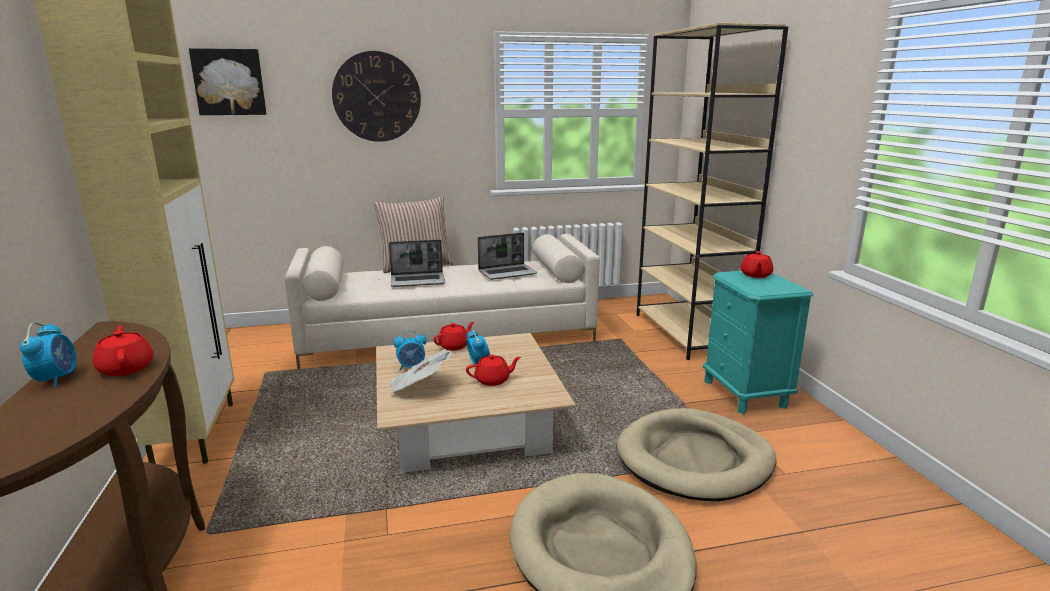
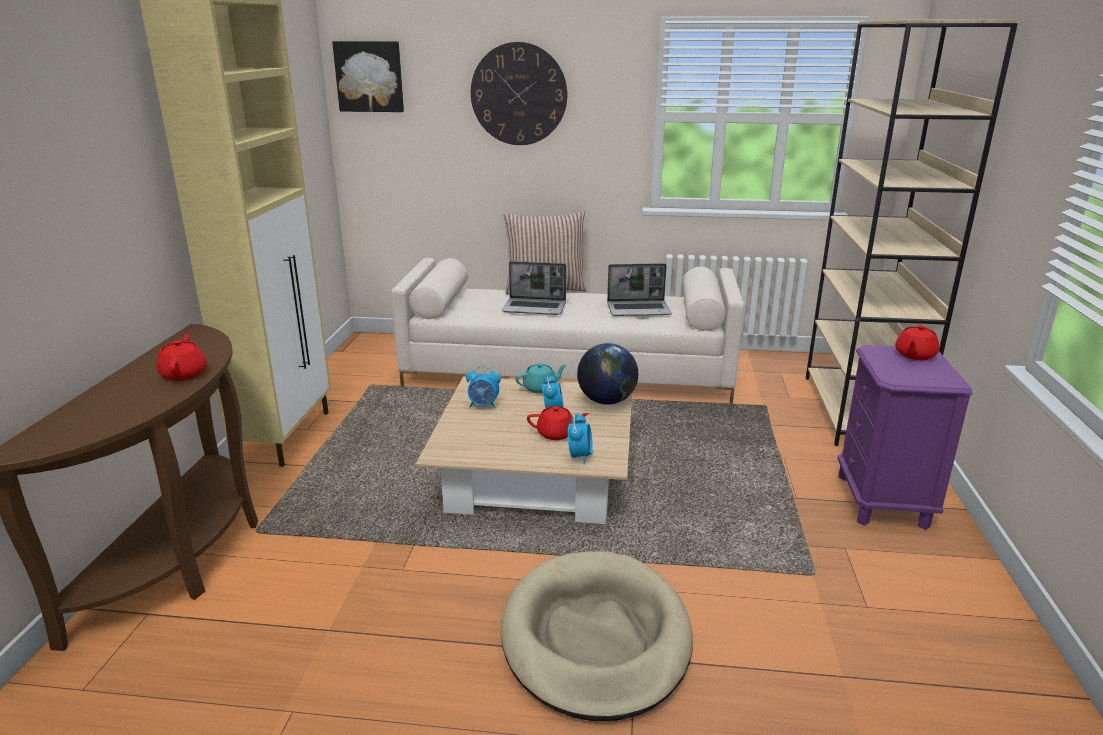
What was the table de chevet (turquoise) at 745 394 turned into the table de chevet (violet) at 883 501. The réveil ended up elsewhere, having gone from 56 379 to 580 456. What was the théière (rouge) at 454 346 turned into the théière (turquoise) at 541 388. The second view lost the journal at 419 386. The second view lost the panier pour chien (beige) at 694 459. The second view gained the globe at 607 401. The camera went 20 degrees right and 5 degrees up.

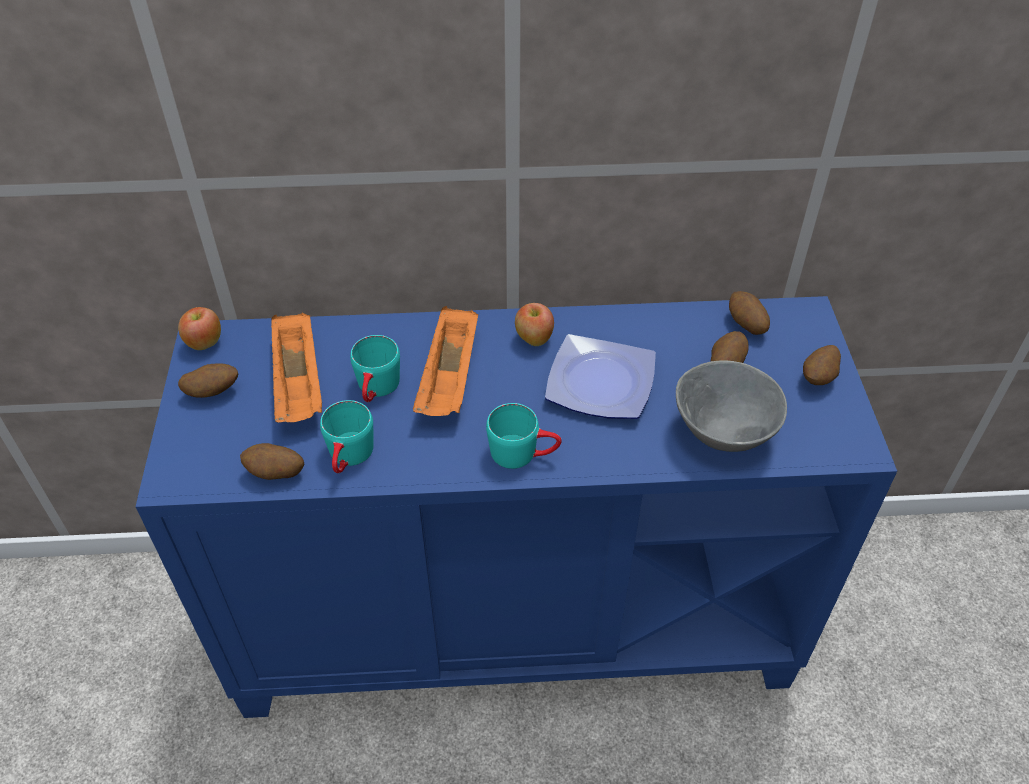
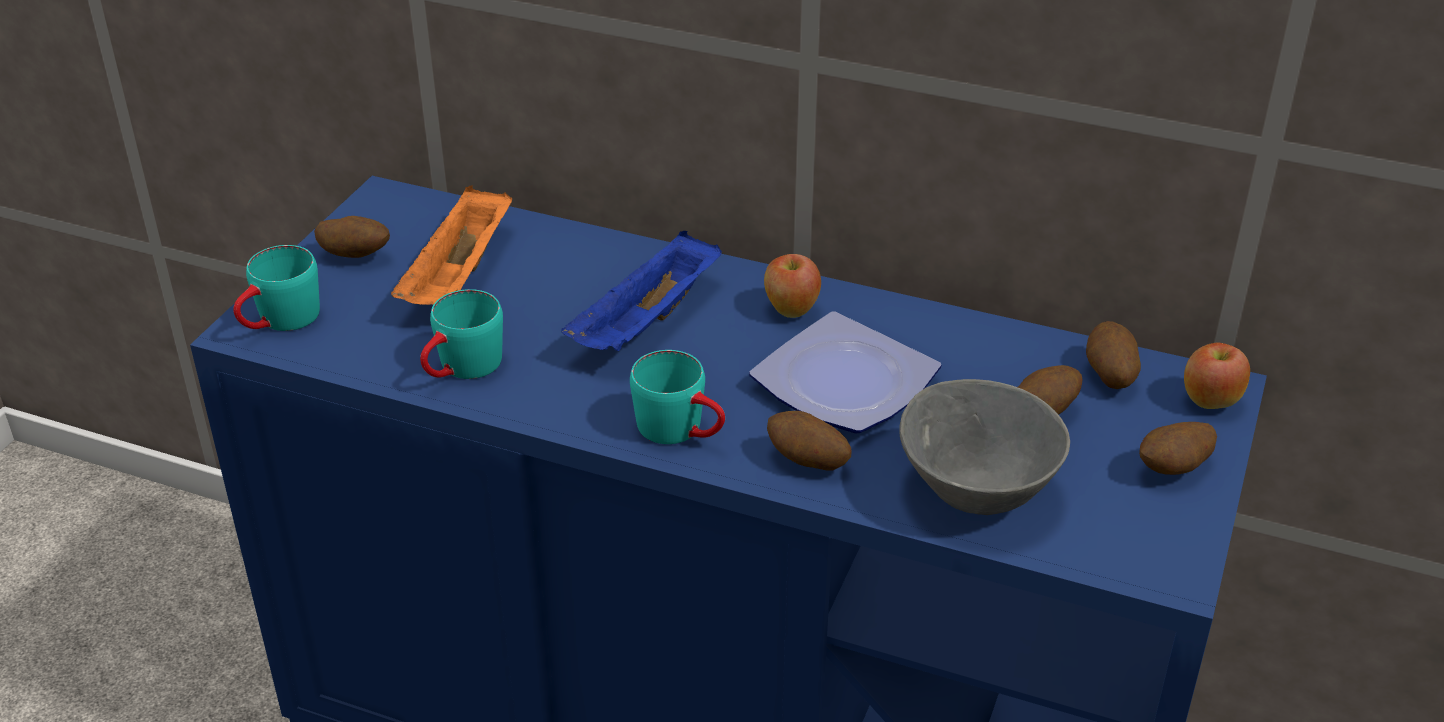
What was the plateau (orange) at 449 379 turned into the plateau (bleu) at 647 323. The pomme ended up elsewhere, having gone from 204 343 to 1210 400. The mug (turquoise) ended up elsewhere, having gone from 377 390 to 279 322. The pomme de terre ended up elsewhere, having gone from 275 473 to 807 462. The camera went 25 degrees right and 10 degrees down.

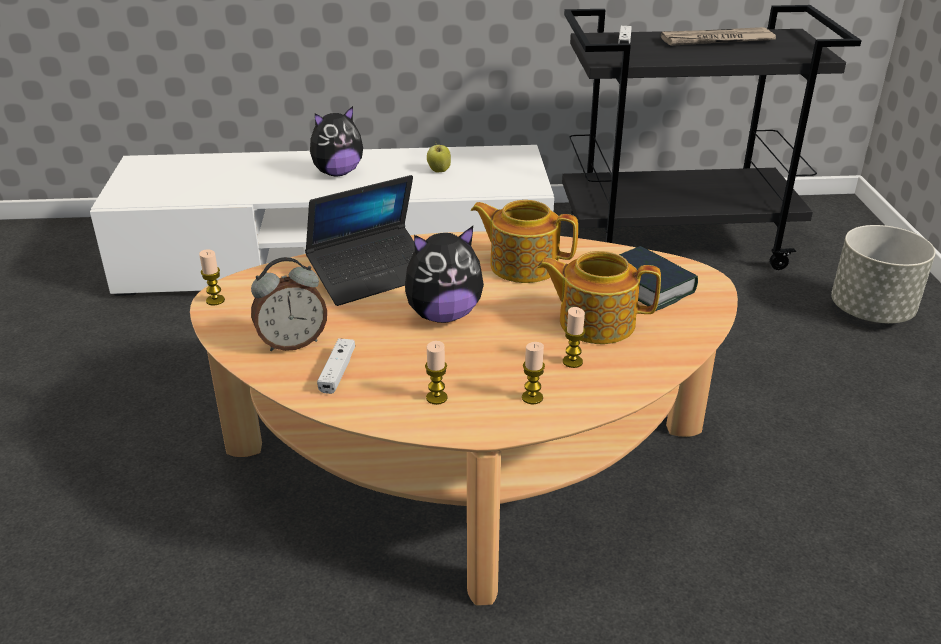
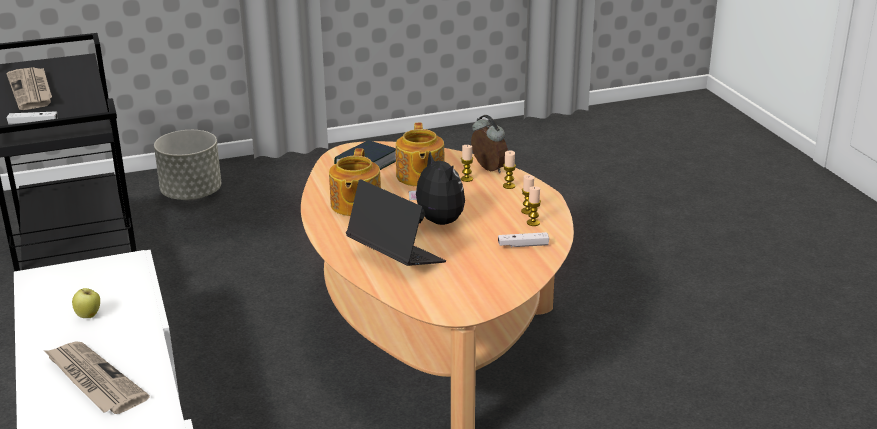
Where the peluche stood at 337 173, the journal came to stand at 93 380. The bougie ended up elsewhere, having gone from 215 300 to 533 223. The réveil ended up elsewhere, having gone from 292 343 to 488 169. The camera went 105 degrees left and 5 degrees down.

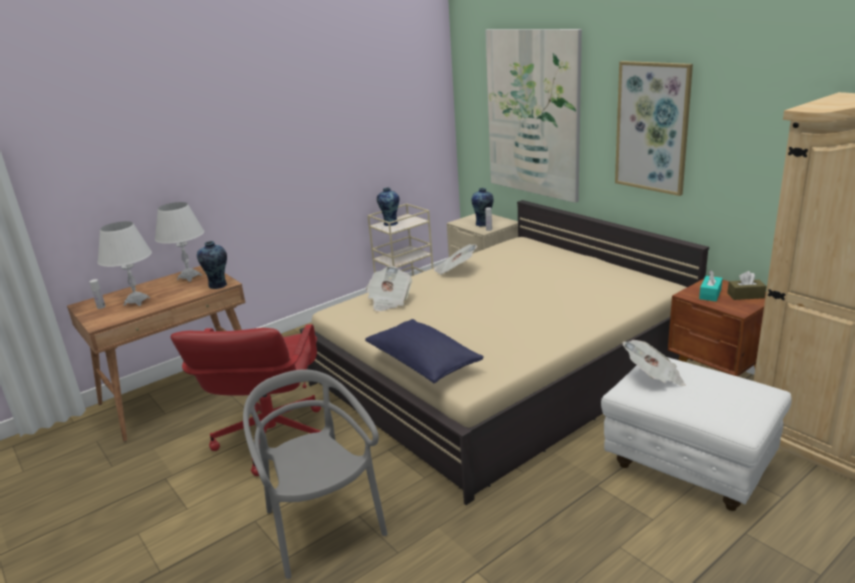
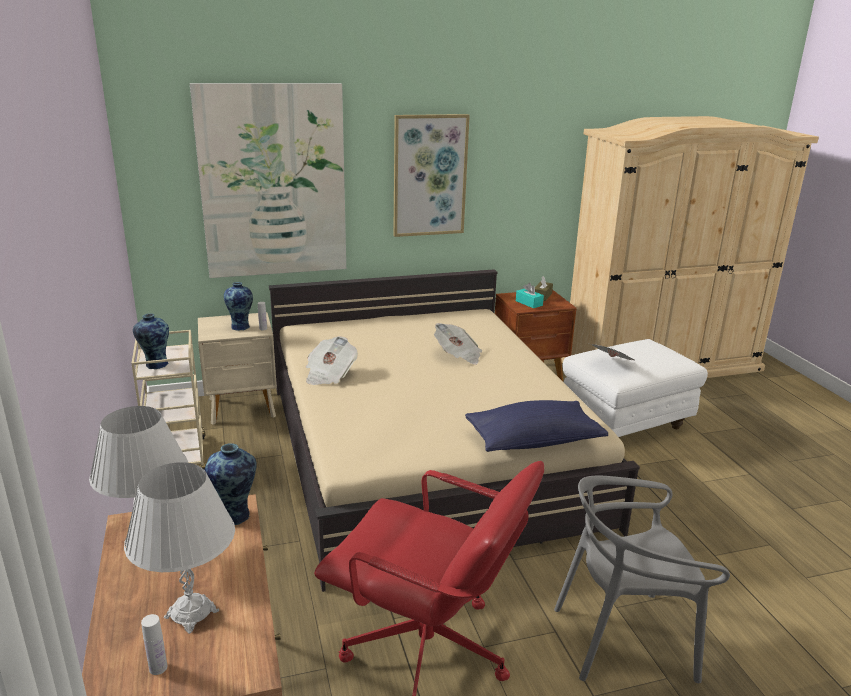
The journal ended up elsewhere, having gone from 389 301 to 458 356. The camera went 70 degrees left and 0 degrees up.

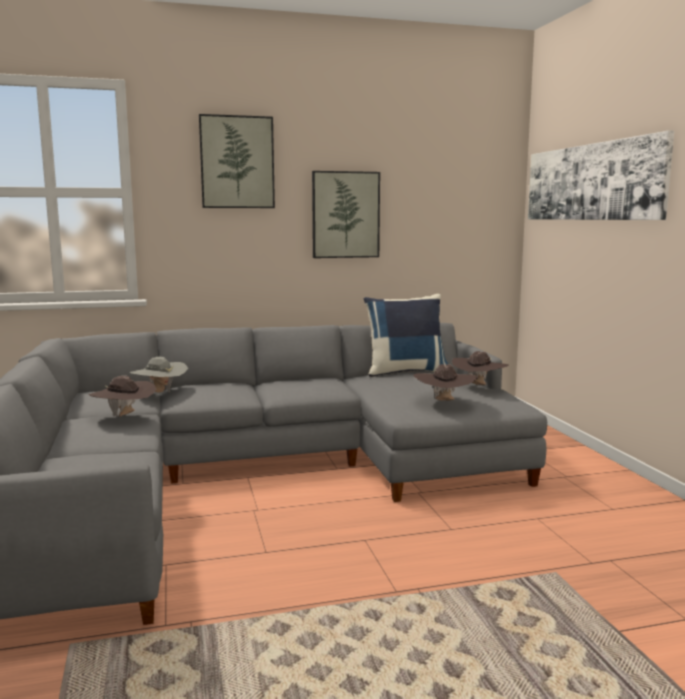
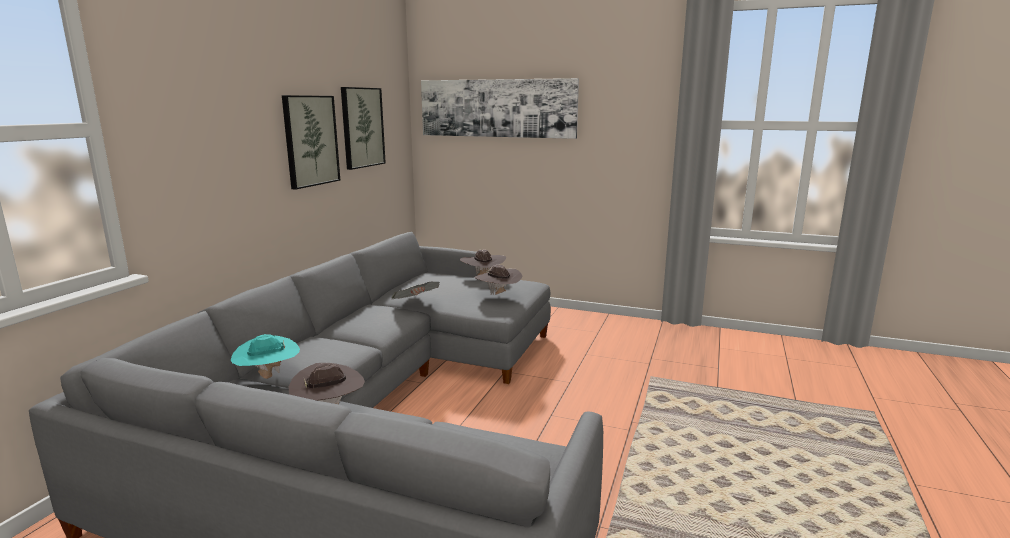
The tableau ended up elsewhere, having gone from 237 162 to 362 127. The second view lost the coussin (bleu) at 406 371. What was the chapeau (gris) at 160 392 turned into the chapeau (turquoise) at 268 377. The second view gained the journal at 415 303. The camera went 55 degrees left and 5 degrees up.

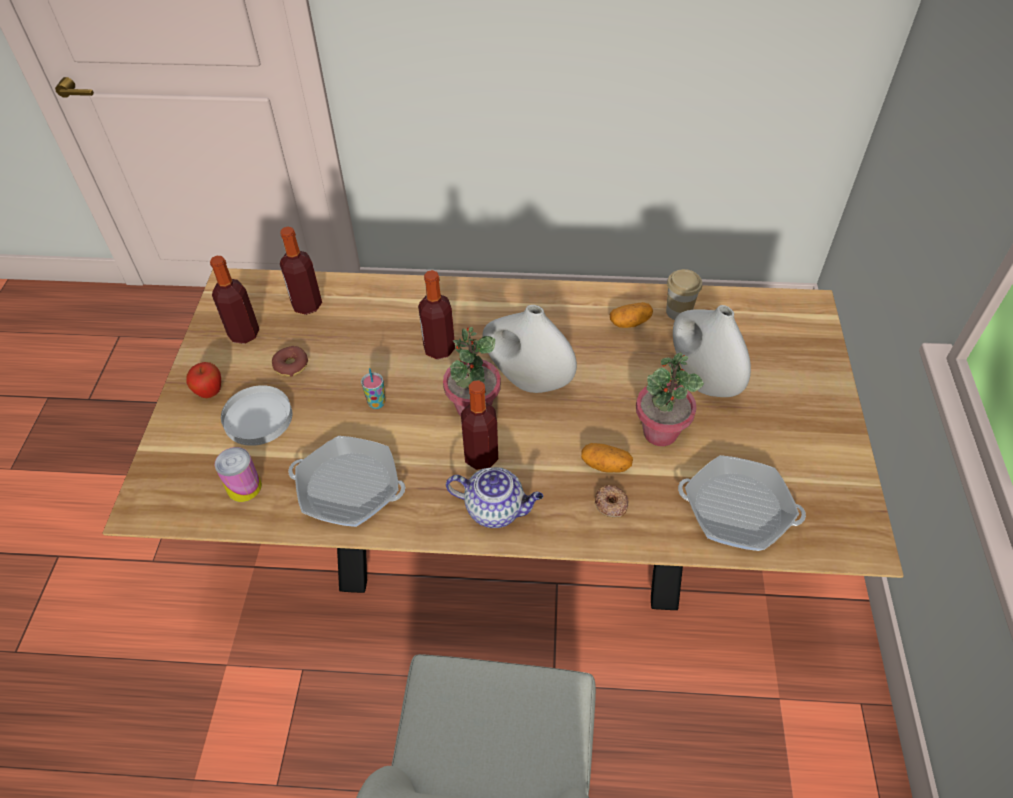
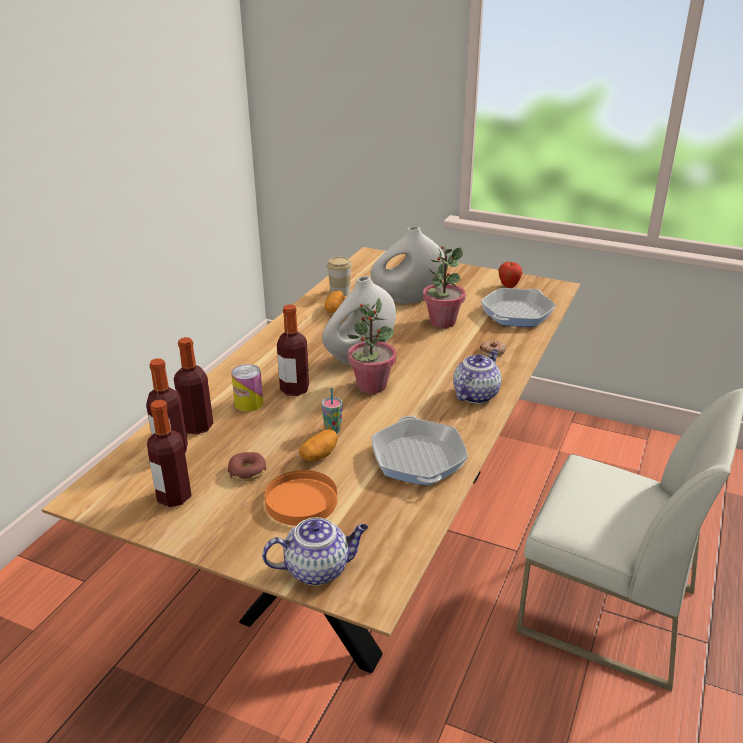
The pomme ended up elsewhere, having gone from 210 393 to 509 286. The bouteille ended up elsewhere, having gone from 481 457 to 197 427. What was the assiette (blanc) at 258 417 turned into the assiette (orange) at 301 500. The poêle at 348 487 ended up facing another way, 45 degrees counterclockwise from before. The pomme de terre ended up elsewhere, having gone from 605 465 to 319 455. The boîte métallique ended up elsewhere, having gone from 244 487 to 249 403. The second view gained the théière at 318 569. The camera went 70 degrees left and 20 degrees down.

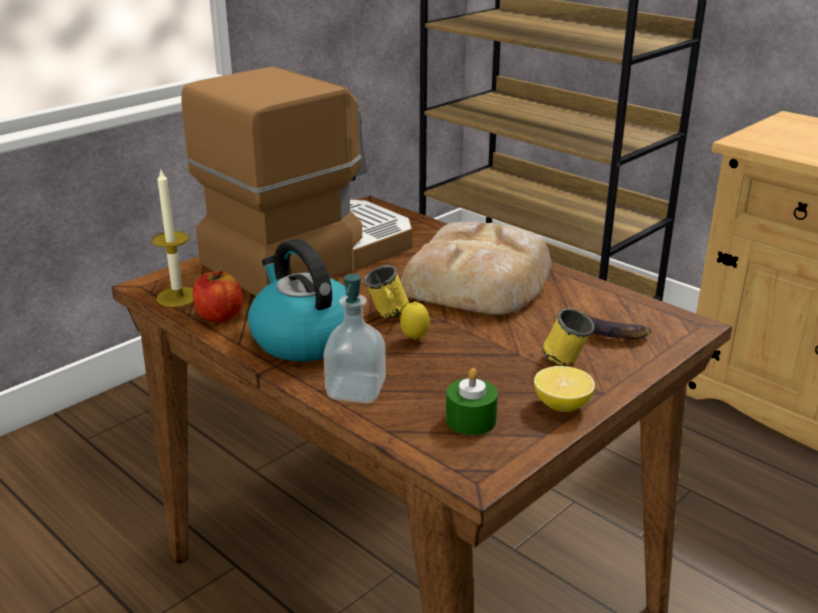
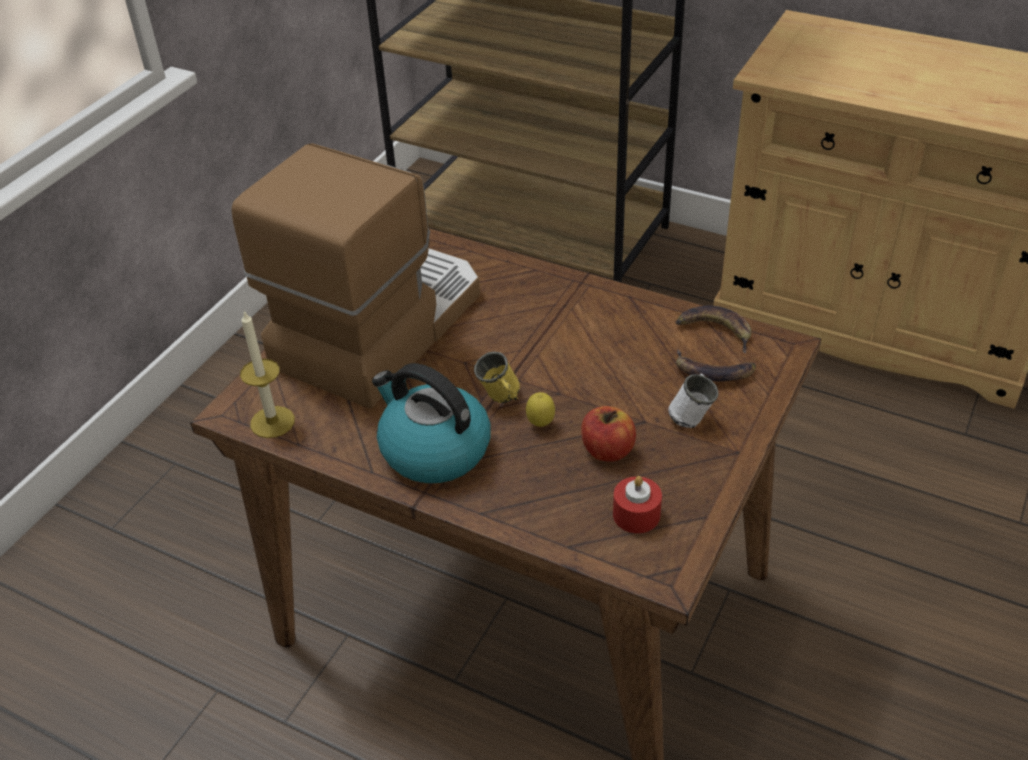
The second view lost the pain at 479 280. The pomme ended up elsewhere, having gone from 219 316 to 607 450. The second view lost the distributeur de savon at 356 390. What was the mug (jaune) at 568 358 turned into the mug (blanc) at 692 416. The second view lost the citron at 562 405. What was the bougie (vert) at 471 420 turned into the bougie (rouge) at 636 515. The second view gained the banane at 714 331. The camera went 15 degrees left and 15 degrees up.

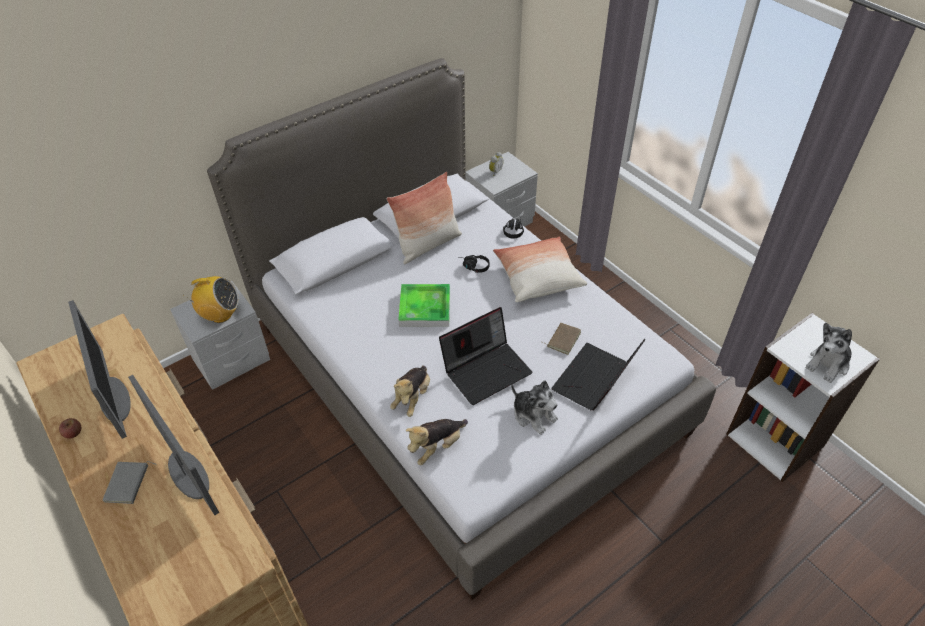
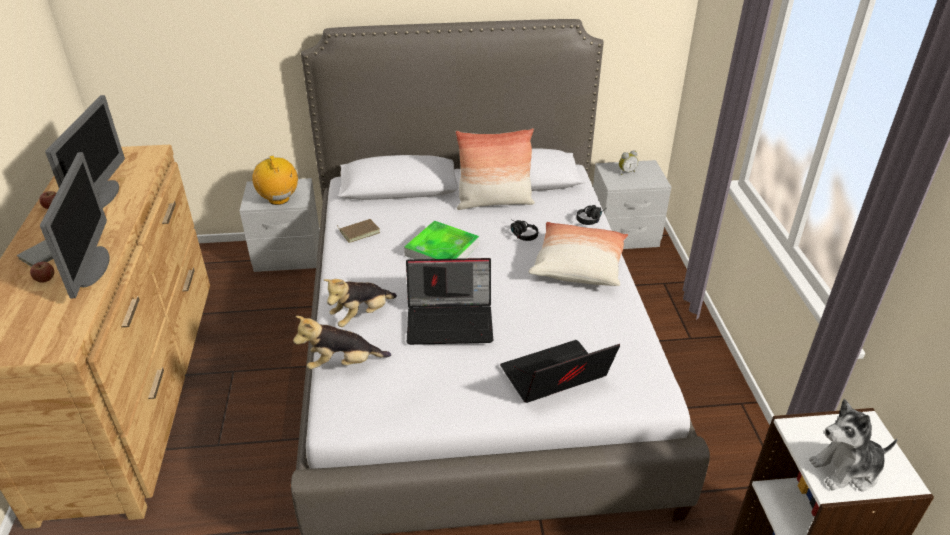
The radio at 220 315 ended up facing another way, 150 degrees counterclockwise from before. The livre (marron) ended up elsewhere, having gone from 562 339 to 359 231. The second view lost the peluche at 533 415. The second view gained the pomme at 45 279. The camera went 30 degrees right and 10 degrees down.

